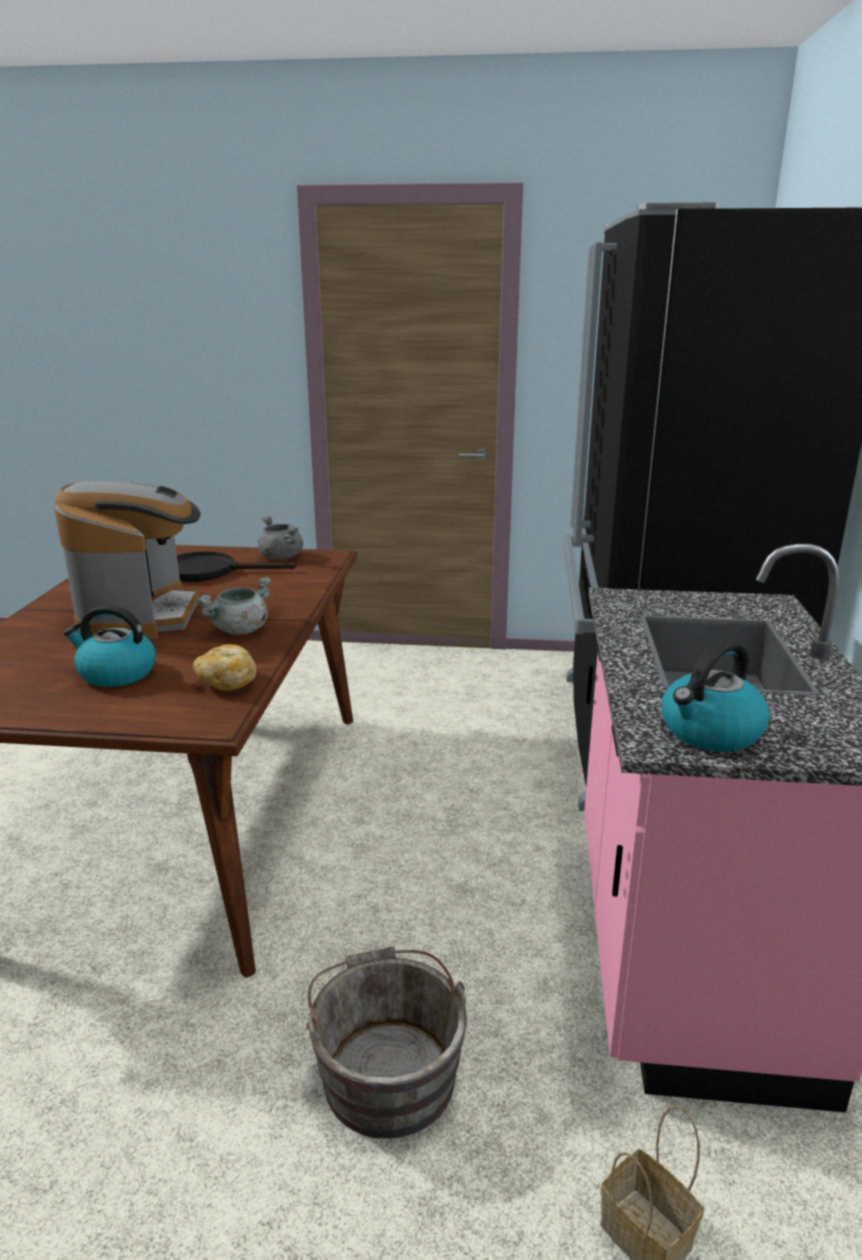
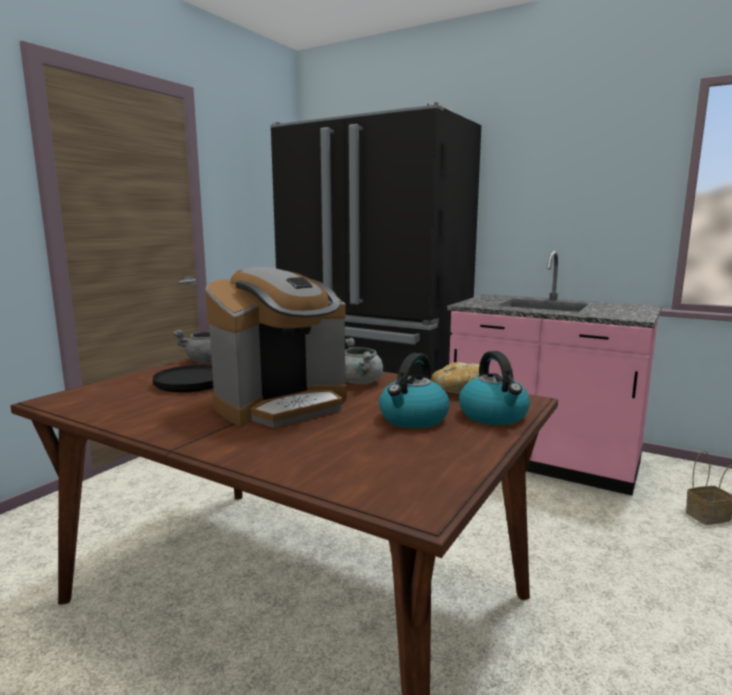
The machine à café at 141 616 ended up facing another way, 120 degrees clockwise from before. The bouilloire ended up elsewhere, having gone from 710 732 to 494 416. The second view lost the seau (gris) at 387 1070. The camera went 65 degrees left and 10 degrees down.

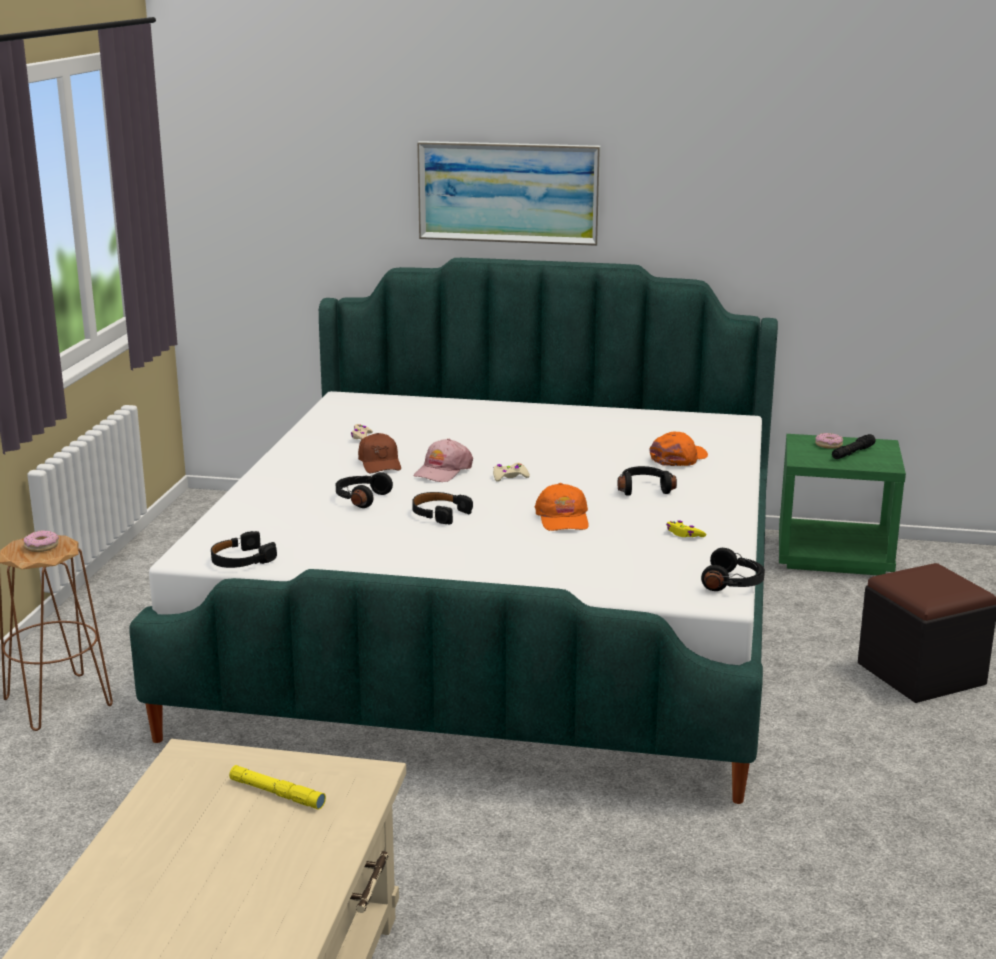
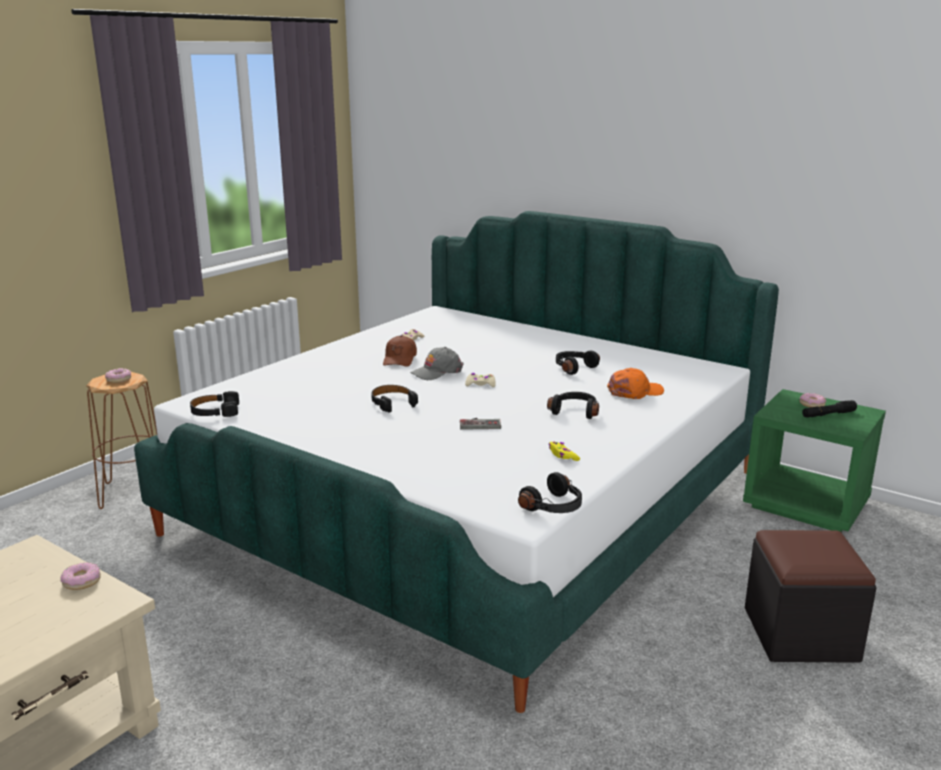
The second view lost the tableau at 508 192. What was the casquette (rose) at 442 471 turned into the casquette (gris) at 437 372. The casque audio (noir) ended up elsewhere, having gone from 360 498 to 573 368. Where the casquette (orange) stood at 563 518, the manette came to stand at 480 424. The second view lost the lampe de poche (jaune) at 277 793. The second view gained the beignet at 82 581. The camera went 25 degrees right and 0 degrees up.

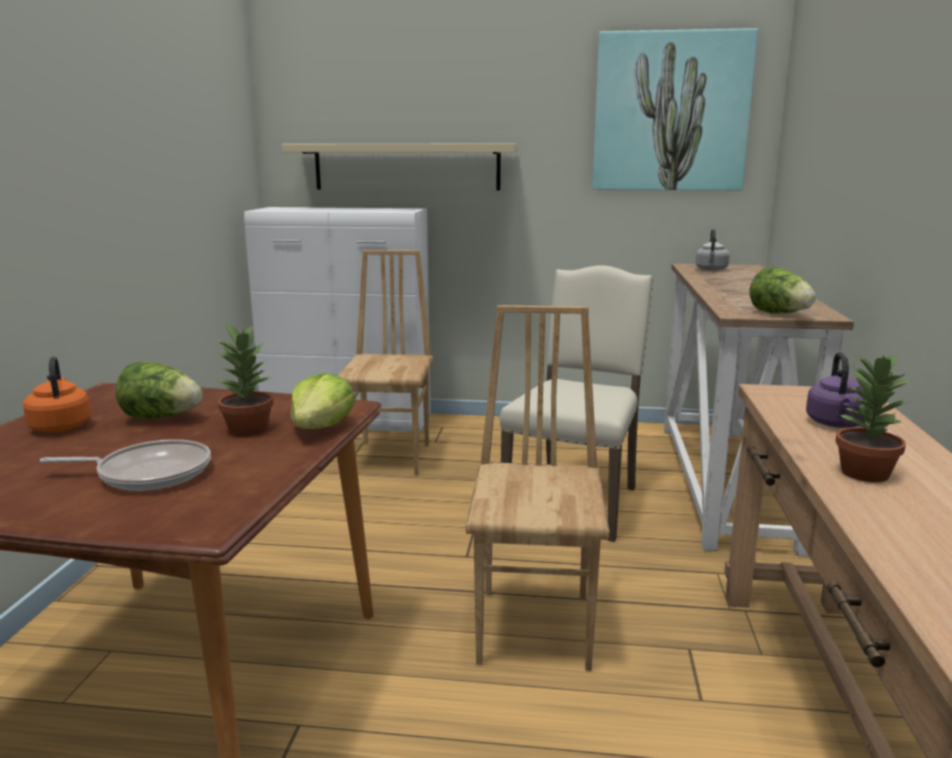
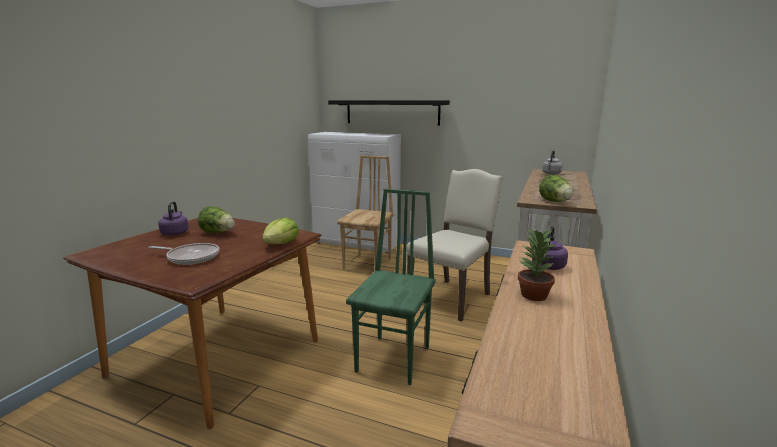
The second view lost the tableau at 670 112. What was the étagère (beige) at 407 167 turned into the étagère (noir) at 392 112. What was the chaise (marron) at 537 627 turned into the chaise (vert) at 395 359. The second view lost the plante en pot at 248 429. What was the bouilloire (orange) at 61 426 turned into the bouilloire (violet) at 175 233. The camera went 15 degrees right and 0 degrees up.

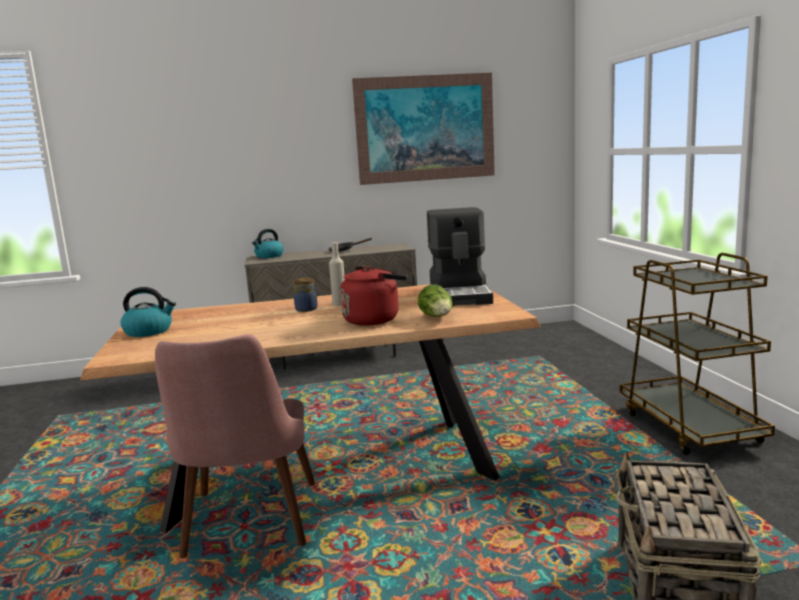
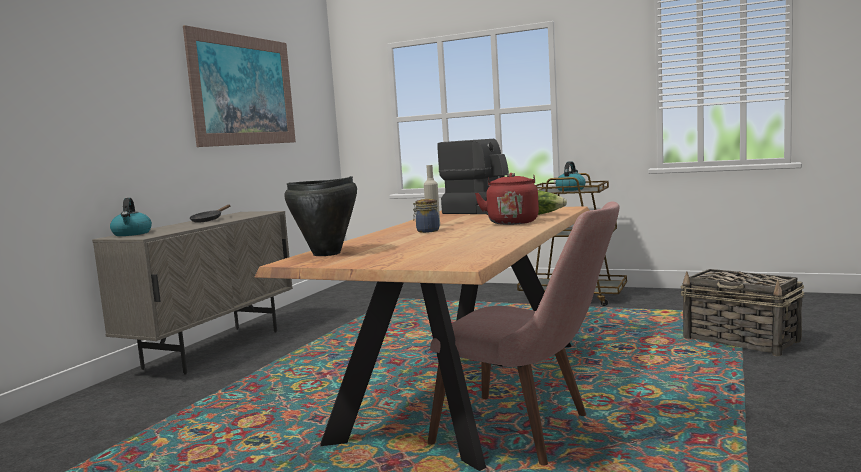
The bouilloire ended up elsewhere, having gone from 149 331 to 570 189. The second view gained the marmite (noir) at 327 254. The camera went 55 degrees left and 5 degrees down.

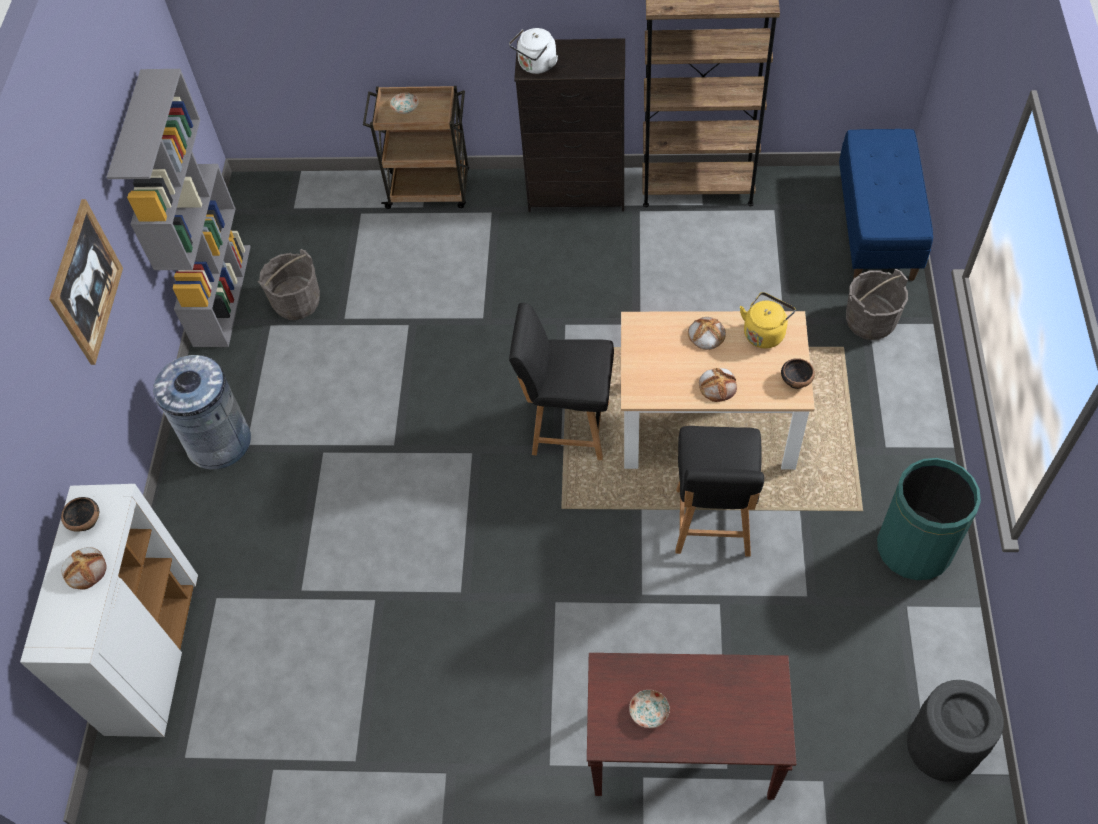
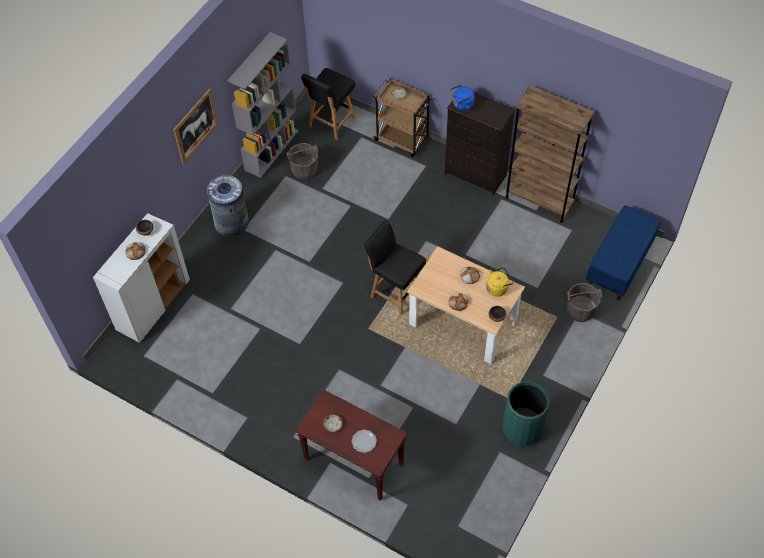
What was the bouilloire (blanc) at 536 66 turned into the bouilloire (bleu) at 462 105. The chaise (noir) ended up elsewhere, having gone from 712 524 to 331 123. The second view lost the poubelle (noir) at 943 746. The second view gained the assiette at 363 441. The camera went 25 degrees right and 0 degrees up.

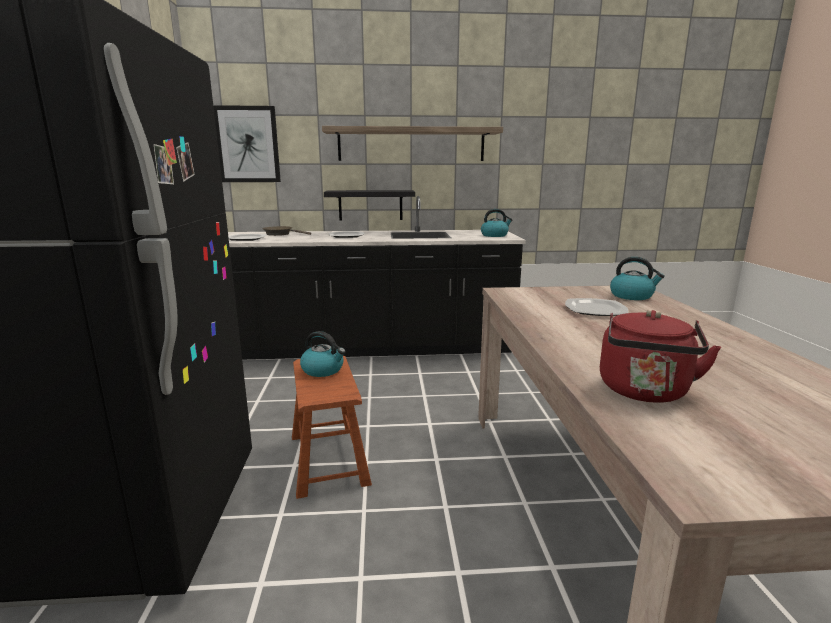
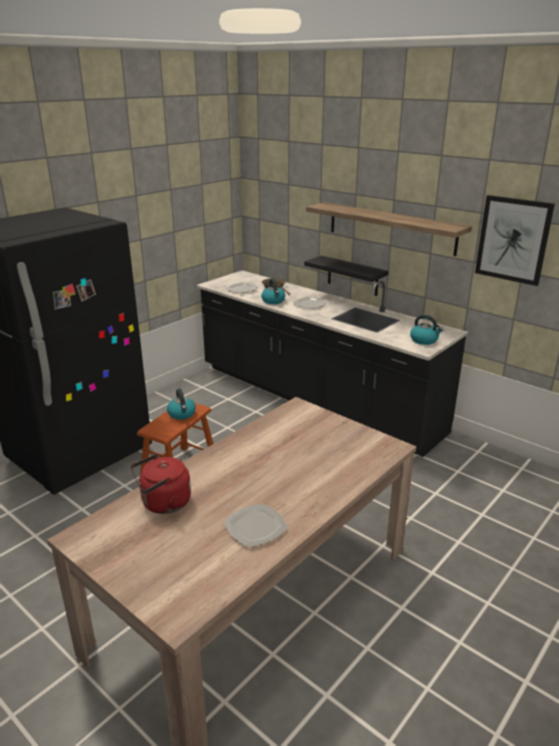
The tableau ended up elsewhere, having gone from 247 144 to 513 240. The bouilloire ended up elsewhere, having gone from 632 296 to 273 301. The assiette ended up elsewhere, having gone from 595 309 to 256 527. The camera went 45 degrees right and 10 degrees up.

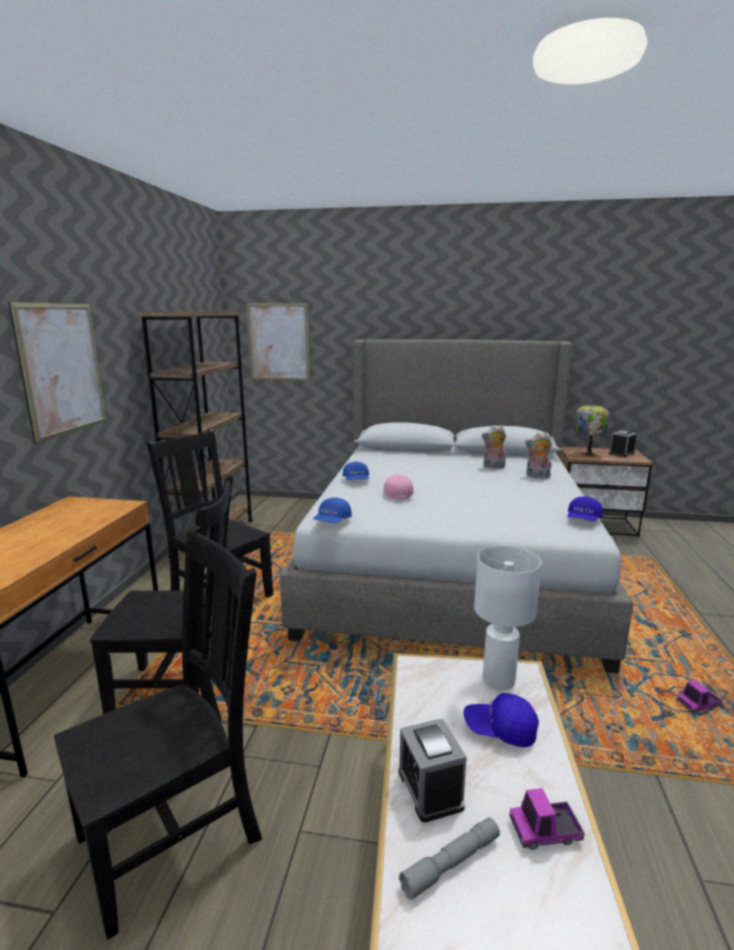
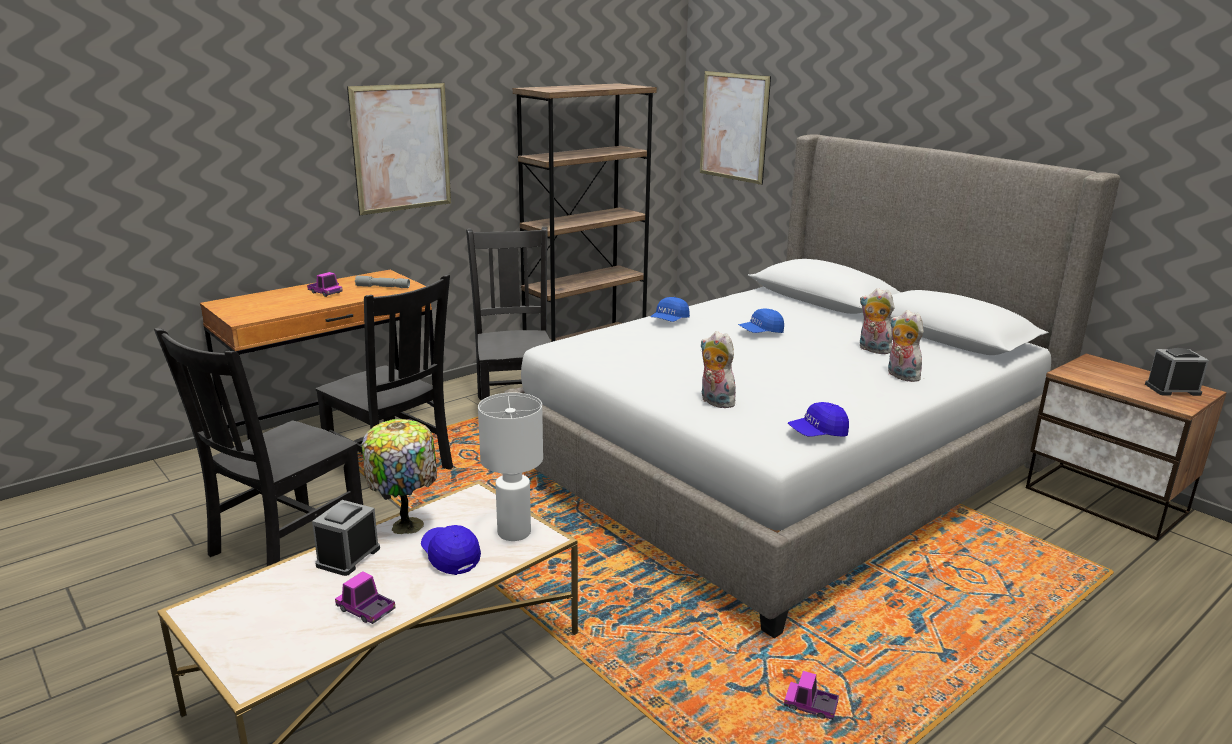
The lampe de table ended up elsewhere, having gone from 587 454 to 406 524. The second view lost the casquette (rose) at 397 493. The casquette (bleu) ended up elsewhere, having gone from 332 521 to 761 332. The chaise (noir) at 176 833 ended up facing another way, 120 degrees clockwise from before. The lampe de poche (gris) ended up elsewhere, having gone from 451 863 to 383 287. The second view gained the camion jouet at 325 293. The second view gained the peluche at 714 402. The camera went 40 degrees right and 5 degrees up.

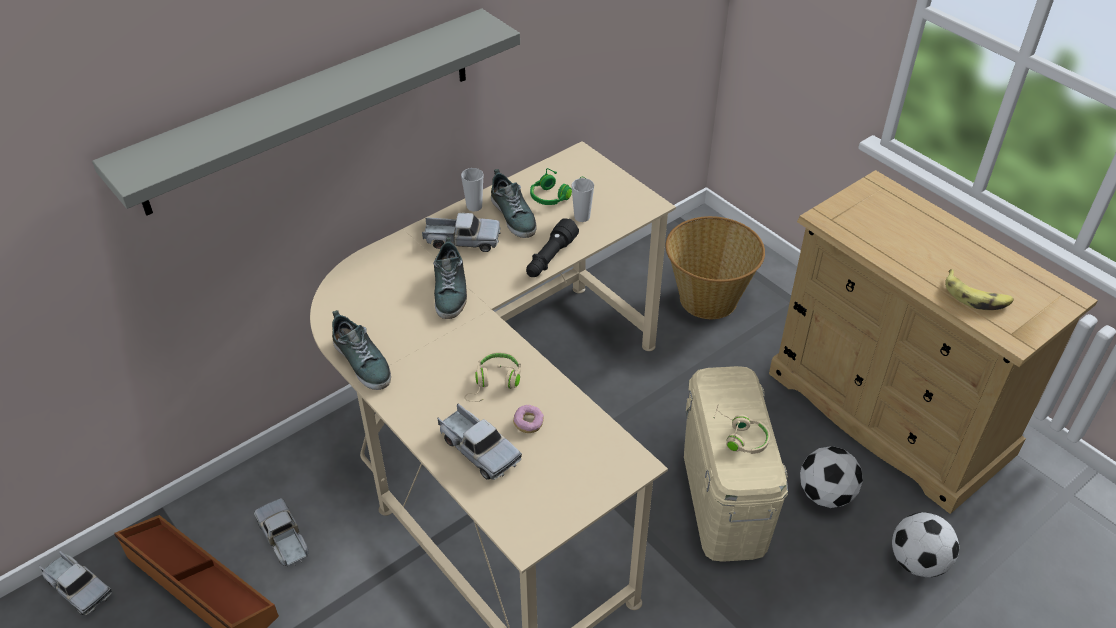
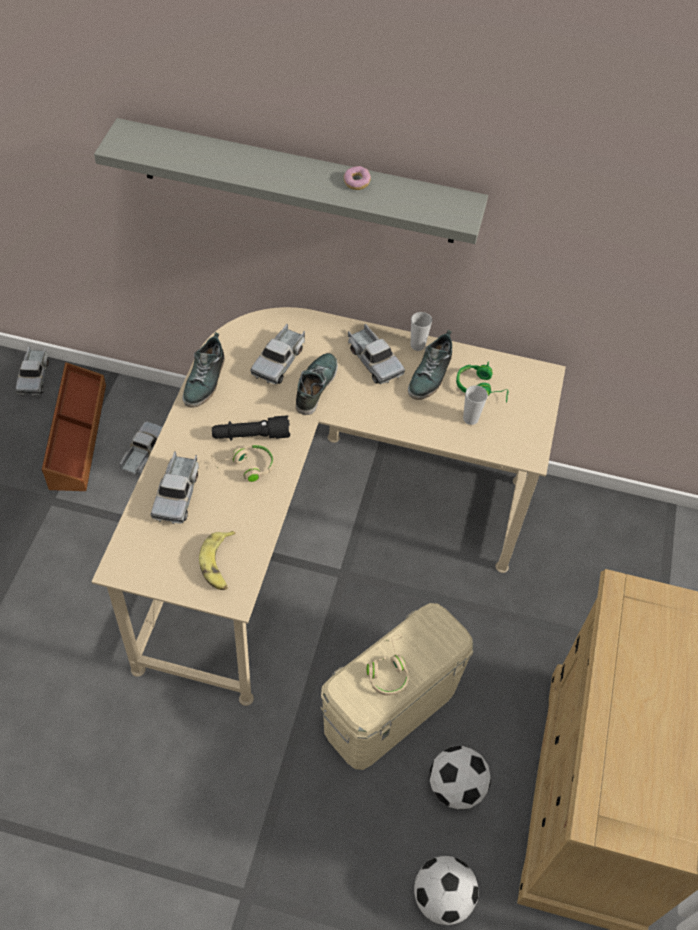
The second view lost the panier at 708 298. The lampe de poche (noir) ended up elsewhere, having gone from 550 258 to 251 436. The chaussure at 451 290 ended up facing another way, 150 degrees clockwise from before. The banane ended up elsewhere, having gone from 976 297 to 219 564. The beignet ended up elsewhere, having gone from 528 423 to 356 183. The second view gained the camion jouet at 279 360. The camera went 50 degrees right and 10 degrees up.

